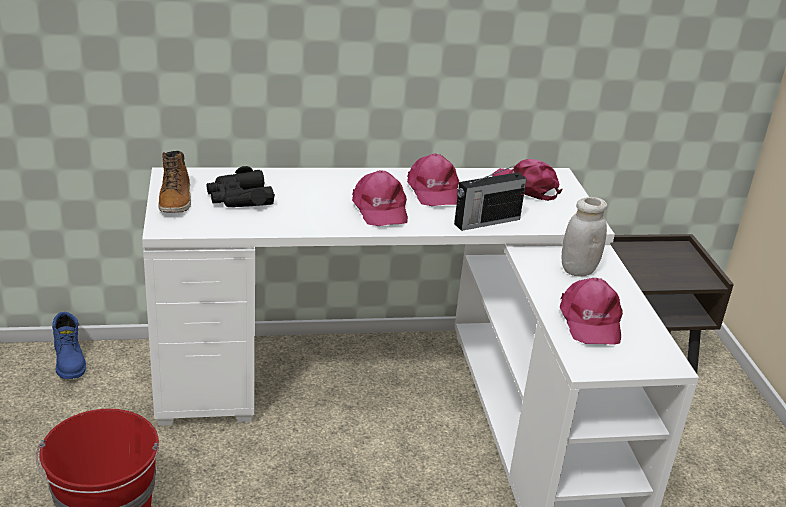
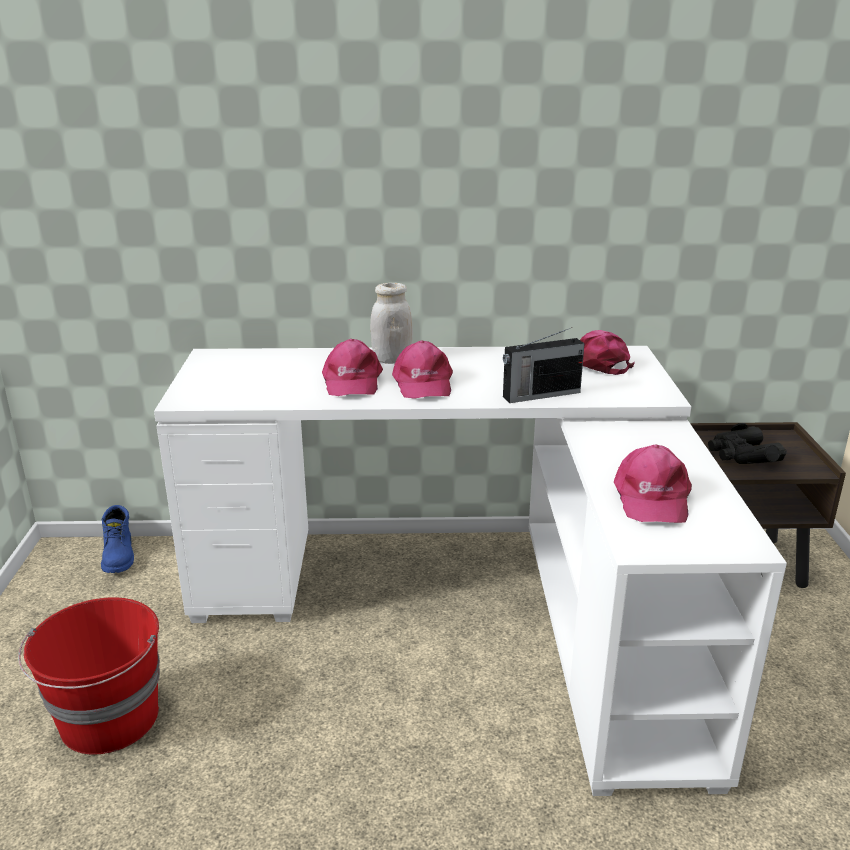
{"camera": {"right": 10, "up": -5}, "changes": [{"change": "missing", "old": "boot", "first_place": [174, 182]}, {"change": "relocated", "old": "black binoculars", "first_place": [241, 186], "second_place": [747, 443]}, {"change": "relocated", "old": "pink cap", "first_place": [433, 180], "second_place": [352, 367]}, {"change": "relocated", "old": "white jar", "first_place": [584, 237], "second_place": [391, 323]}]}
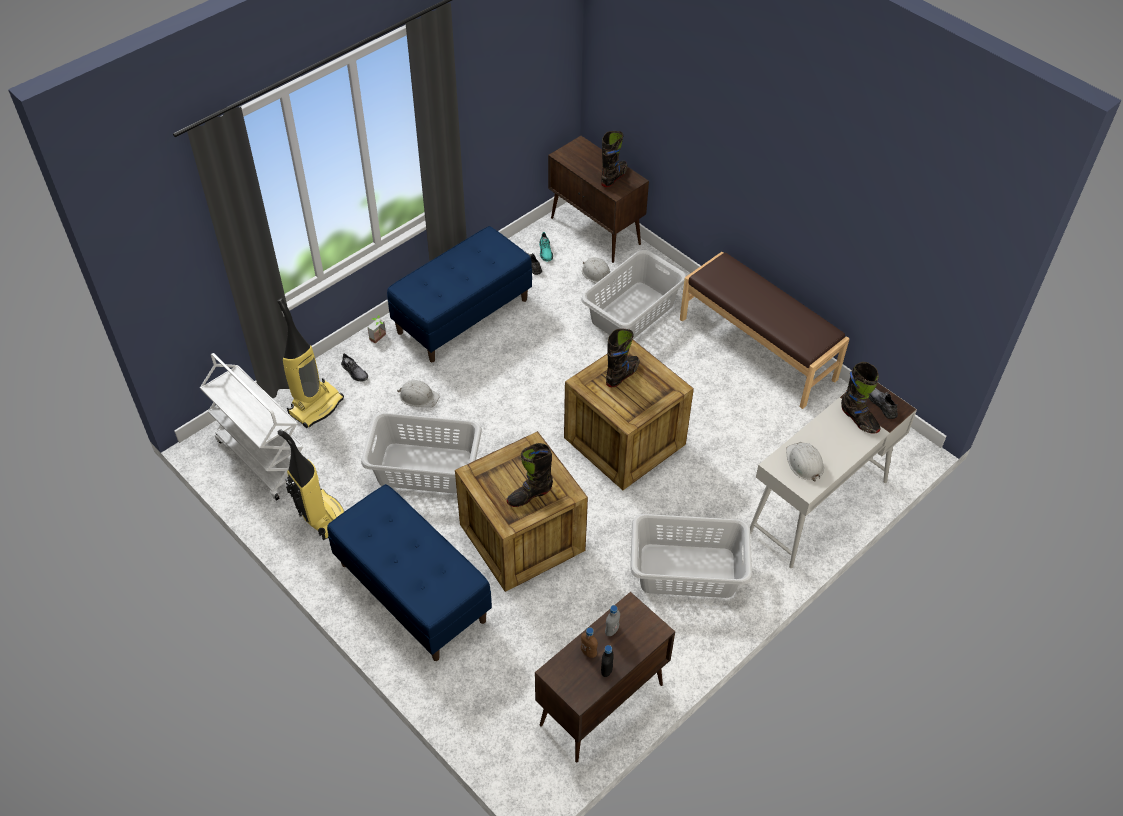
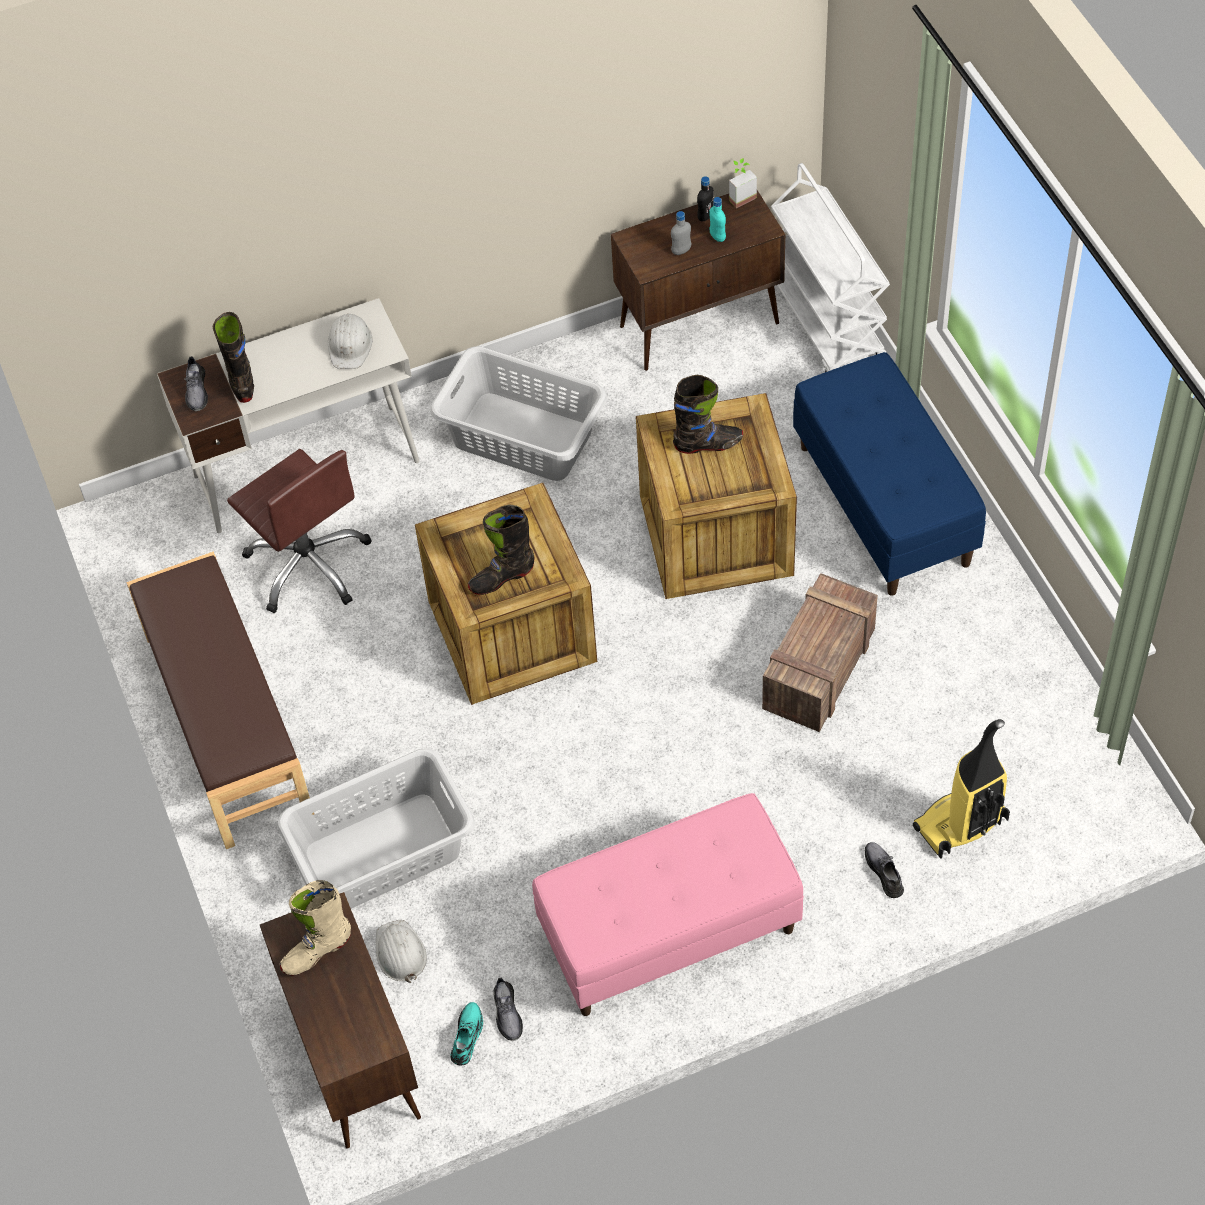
{"camera": {"right": -155, "up": 5}, "changes": [{"change": "relocated", "old": "white cart", "first_place": [251, 426], "second_place": [830, 267]}, {"change": "missing", "old": "vacuum cleaner", "first_place": [311, 485]}, {"change": "exchanged", "old": "grey laundry basket", "new": "crate", "first_place": [421, 453], "second_place": [820, 652]}, {"change": "relocated", "old": "potted plant", "first_place": [377, 329], "second_place": [743, 183]}, {"change": "colour", "old": "blue bench", "new": "pink bench", "first_place": [459, 294], "second_place": [668, 904]}, {"change": "missing", "old": "white hard hat", "first_place": [418, 393]}, {"change": "colour", "old": "brown bottle", "new": "turquoise bottle", "first_place": [589, 642], "second_place": [717, 219]}, {"change": "colour", "old": "black boot", "new": "beige boot", "first_place": [614, 159], "second_place": [315, 928]}, {"change": "appeared", "new": "brown office chair", "second_place": [299, 531]}]}
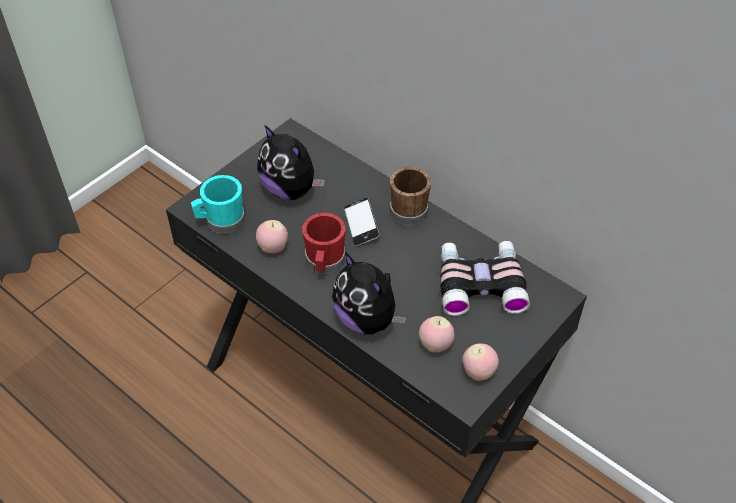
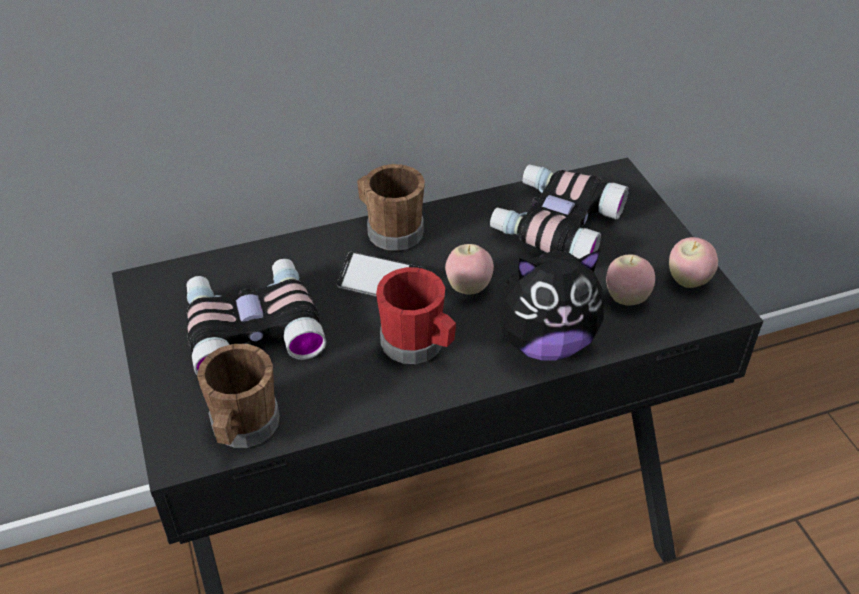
{"camera": {"right": -60, "up": -5}, "changes": [{"change": "colour", "old": "turquoise mug", "new": "brown mug", "first_place": [218, 204], "second_place": [238, 396]}, {"change": "relocated", "old": "apple", "first_place": [272, 236], "second_place": [469, 269]}, {"change": "exchanged", "old": "plush toy", "new": "binoculars", "first_place": [291, 162], "second_place": [256, 316]}]}
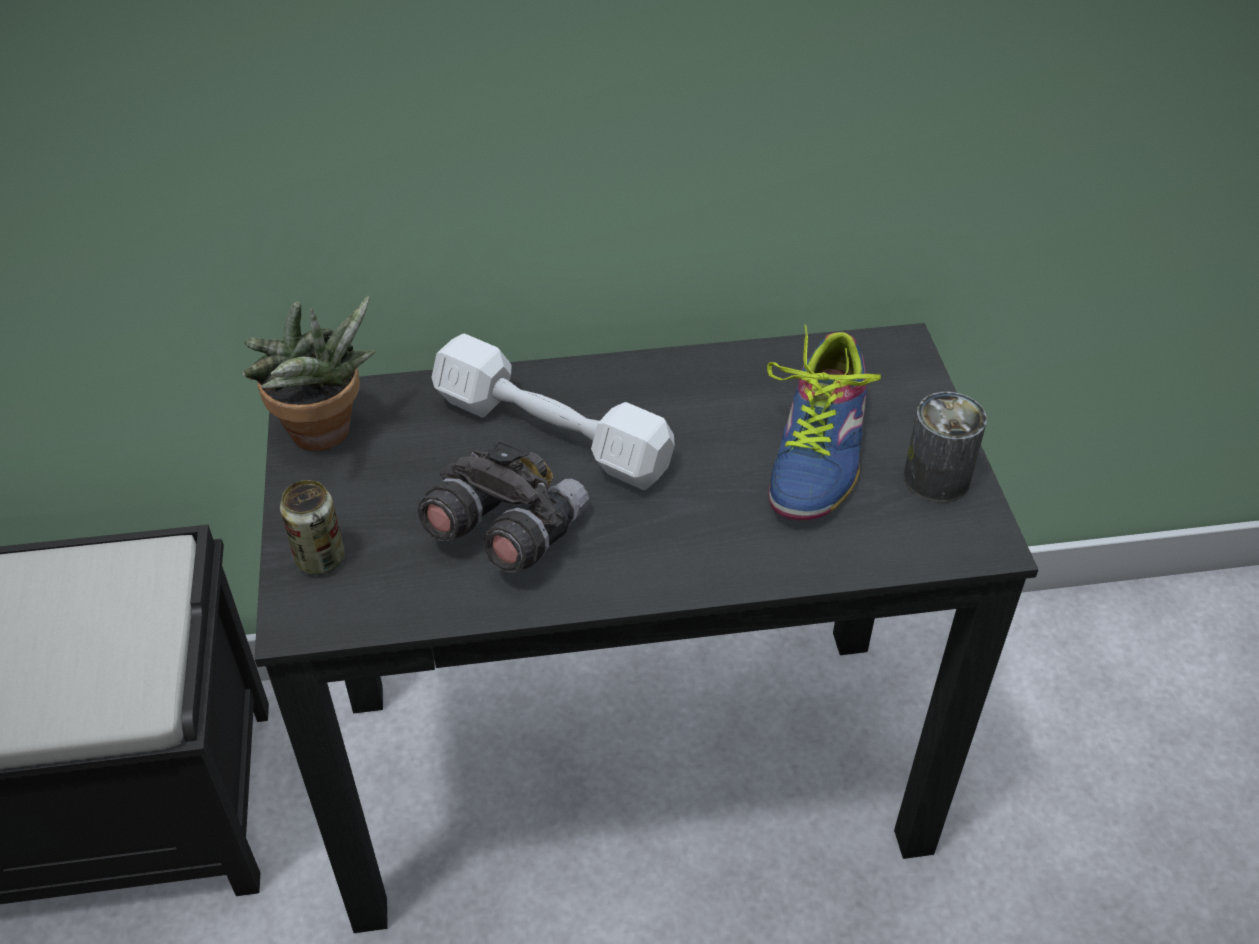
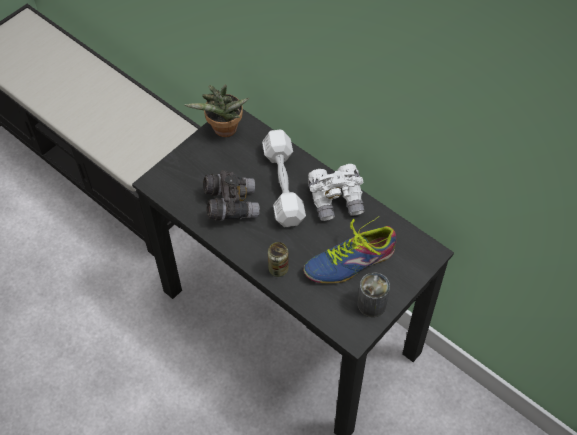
{"camera": {"right": 50, "up": 10}, "changes": [{"change": "relocated", "old": "can", "first_place": [312, 527], "second_place": [278, 259]}, {"change": "appeared", "new": "white binoculars", "second_place": [336, 192]}]}
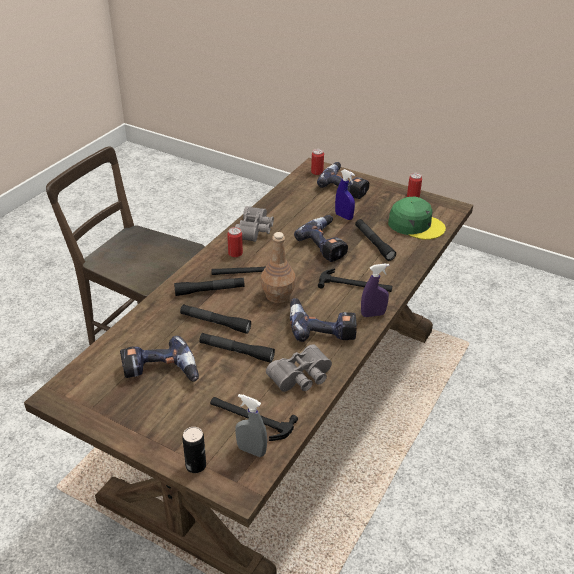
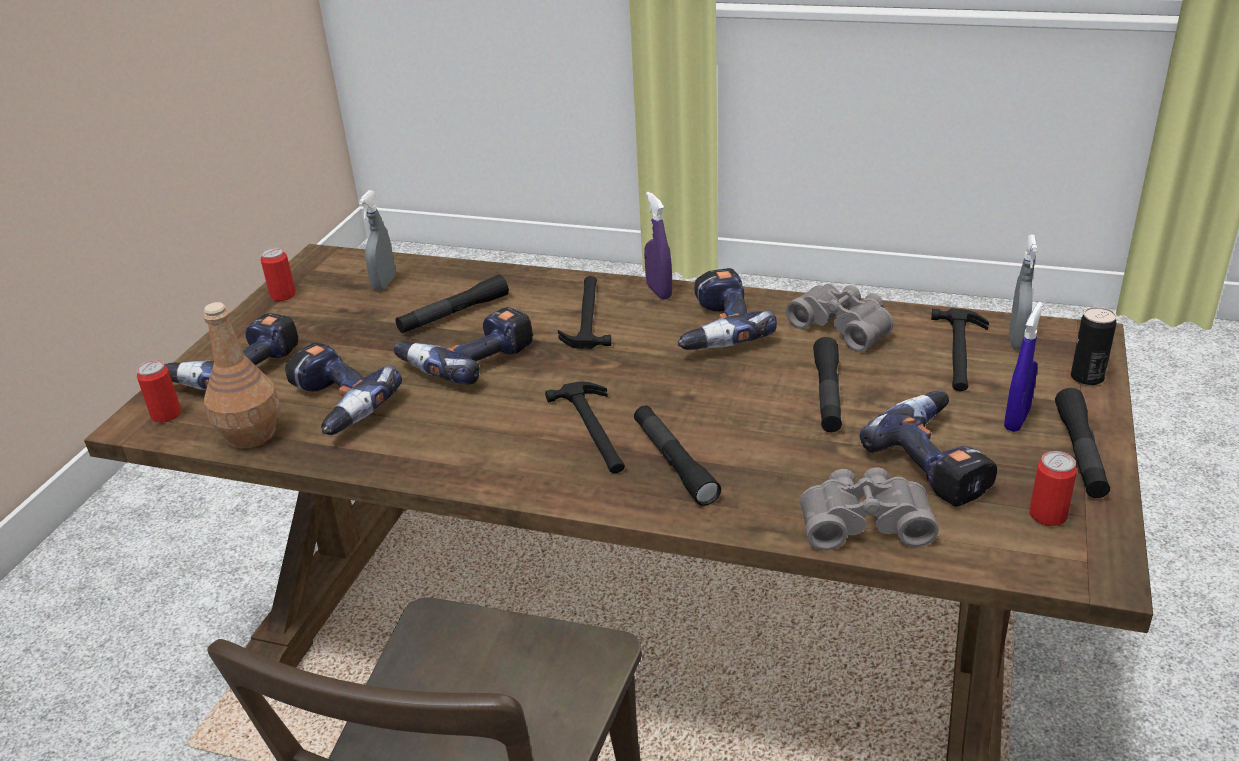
{"camera": {"right": -100, "up": -5}, "changes": [{"change": "relocated", "old": "black flashlight", "first_place": [215, 319], "second_place": [1082, 443]}, {"change": "relocated", "old": "can", "first_place": [235, 242], "second_place": [1053, 488]}, {"change": "relocated", "old": "grey binoculars", "first_place": [254, 224], "second_place": [869, 509]}, {"change": "relocated", "old": "brown bottle", "first_place": [278, 267], "second_place": [241, 375]}, {"change": "relocated", "old": "blue spray bottle", "first_place": [345, 194], "second_place": [1023, 367]}, {"change": "exchanged", "old": "green cap", "new": "grey spray bottle", "first_place": [417, 218], "second_place": [377, 240]}, {"change": "appeared", "new": "power drill", "second_place": [343, 388]}]}
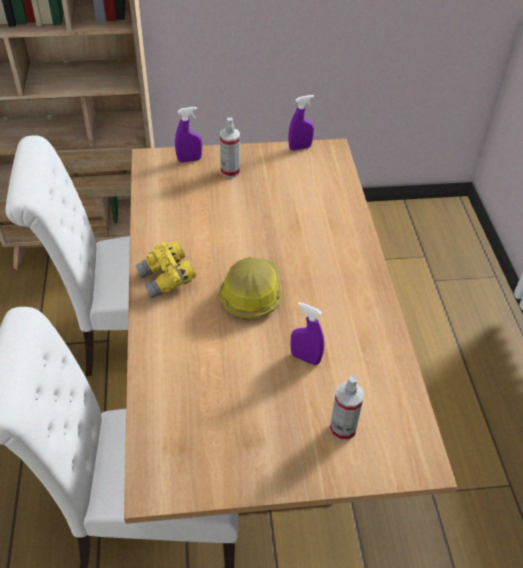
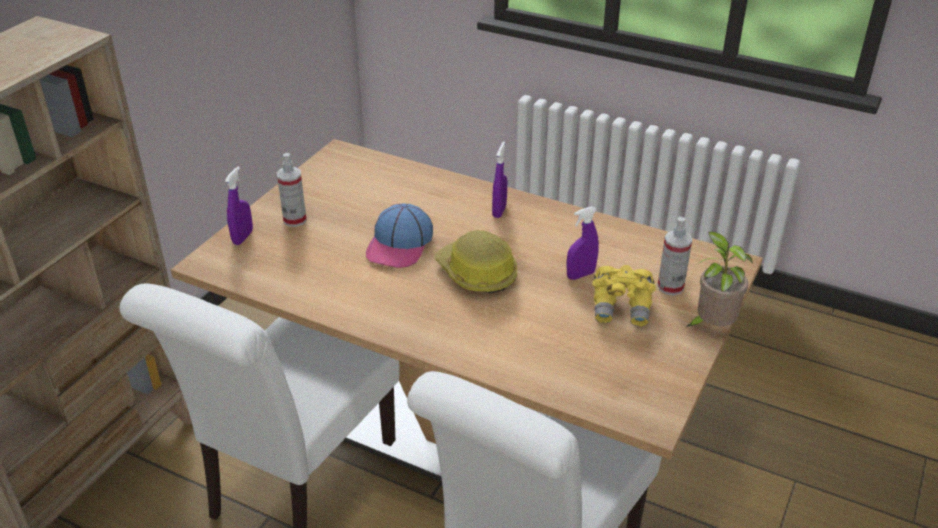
{"camera": {"right": -55, "up": -10}, "changes": [{"change": "relocated", "old": "yellow binoculars", "first_place": [165, 269], "second_place": [624, 295]}, {"change": "relocated", "old": "purple spray bottle", "first_place": [301, 122], "second_place": [499, 179]}, {"change": "appeared", "new": "cap", "second_place": [399, 235]}, {"change": "appeared", "new": "potted plant", "second_place": [719, 279]}]}
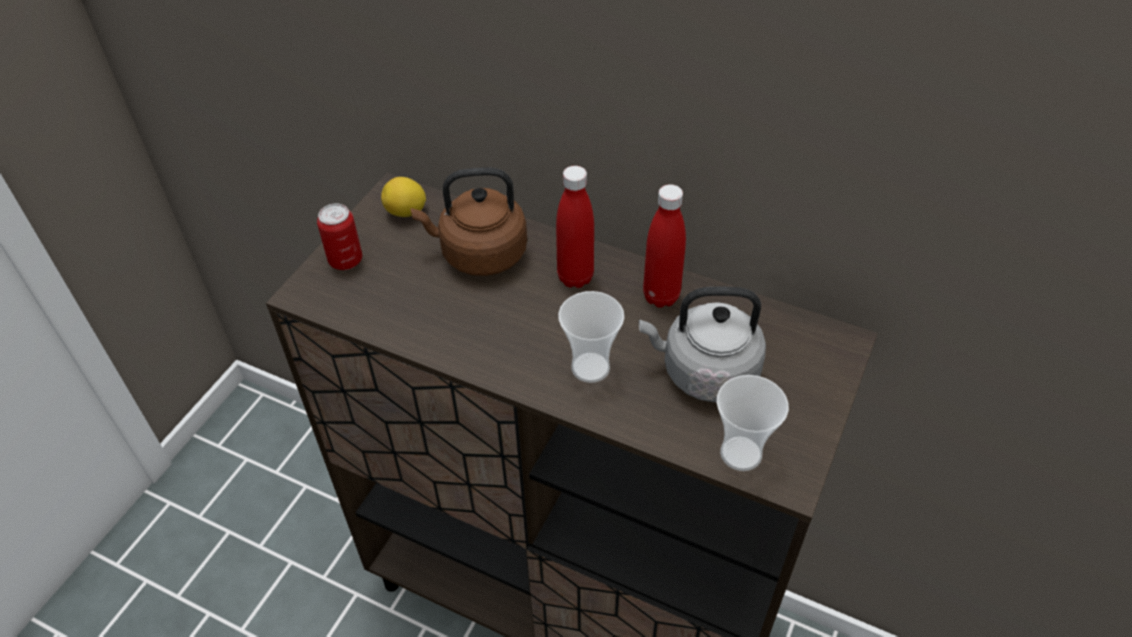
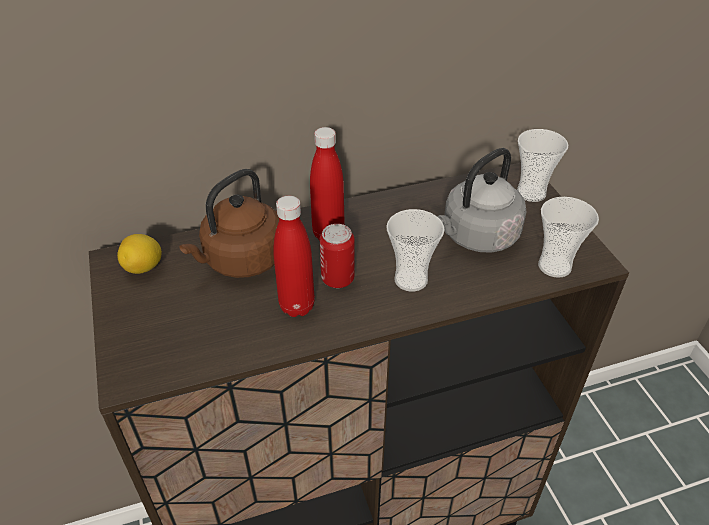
{"camera": {"right": -45, "up": -5}, "changes": [{"change": "relocated", "old": "can", "first_place": [339, 236], "second_place": [337, 256]}, {"change": "relocated", "old": "red bottle", "first_place": [664, 246], "second_place": [294, 256]}, {"change": "appeared", "new": "cup", "second_place": [542, 165]}]}
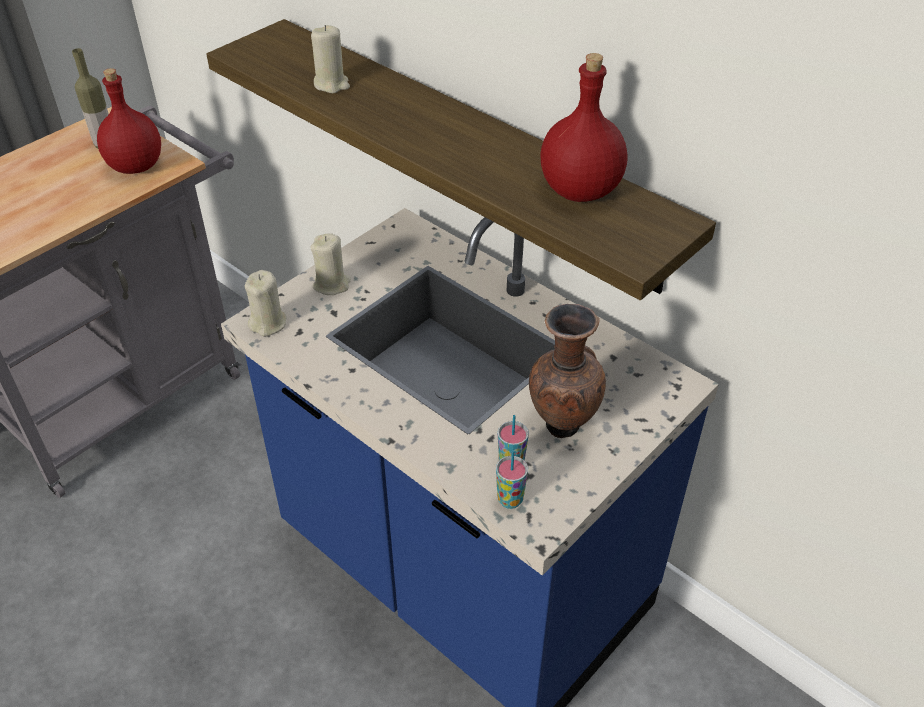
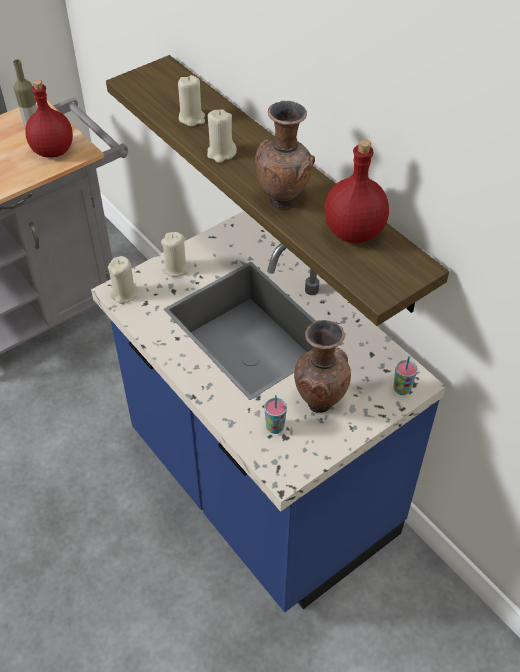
{"camera": {"right": 10, "up": 5}, "changes": [{"change": "relocated", "old": "cup", "first_place": [512, 479], "second_place": [406, 375]}, {"change": "appeared", "new": "beige candle", "second_place": [222, 136]}, {"change": "appeared", "new": "brown vase", "second_place": [285, 154]}]}
